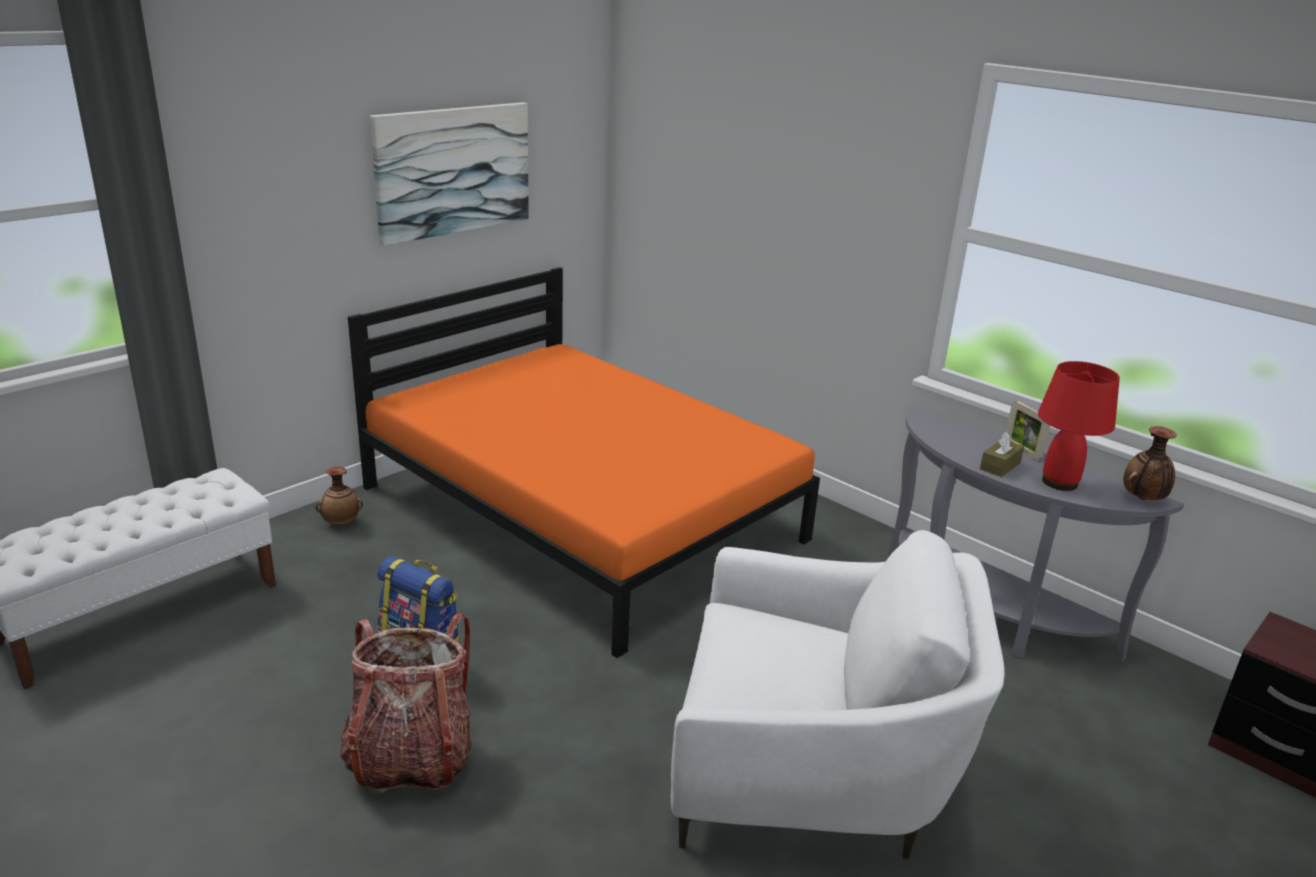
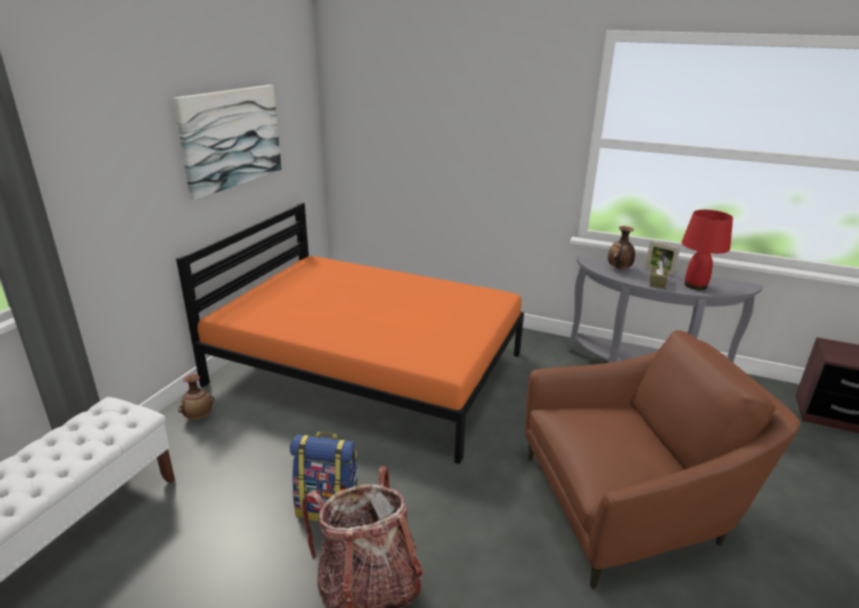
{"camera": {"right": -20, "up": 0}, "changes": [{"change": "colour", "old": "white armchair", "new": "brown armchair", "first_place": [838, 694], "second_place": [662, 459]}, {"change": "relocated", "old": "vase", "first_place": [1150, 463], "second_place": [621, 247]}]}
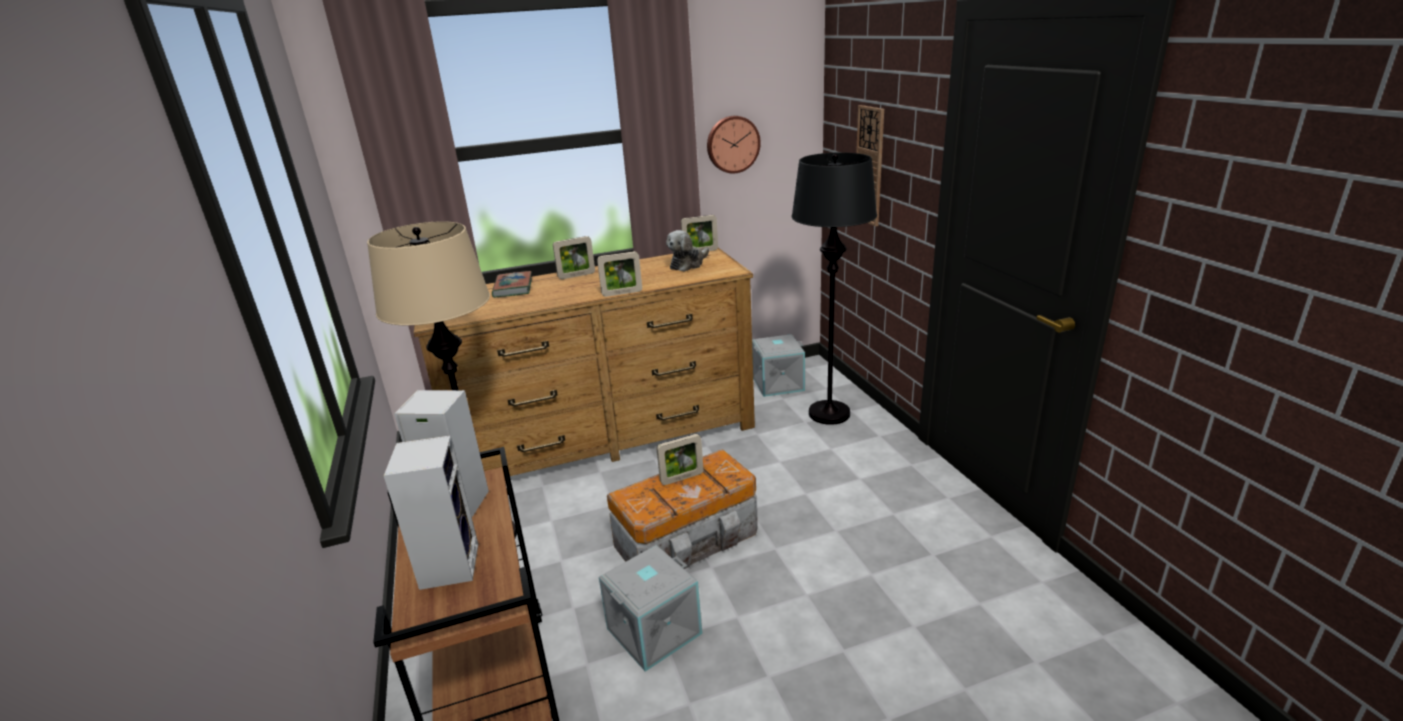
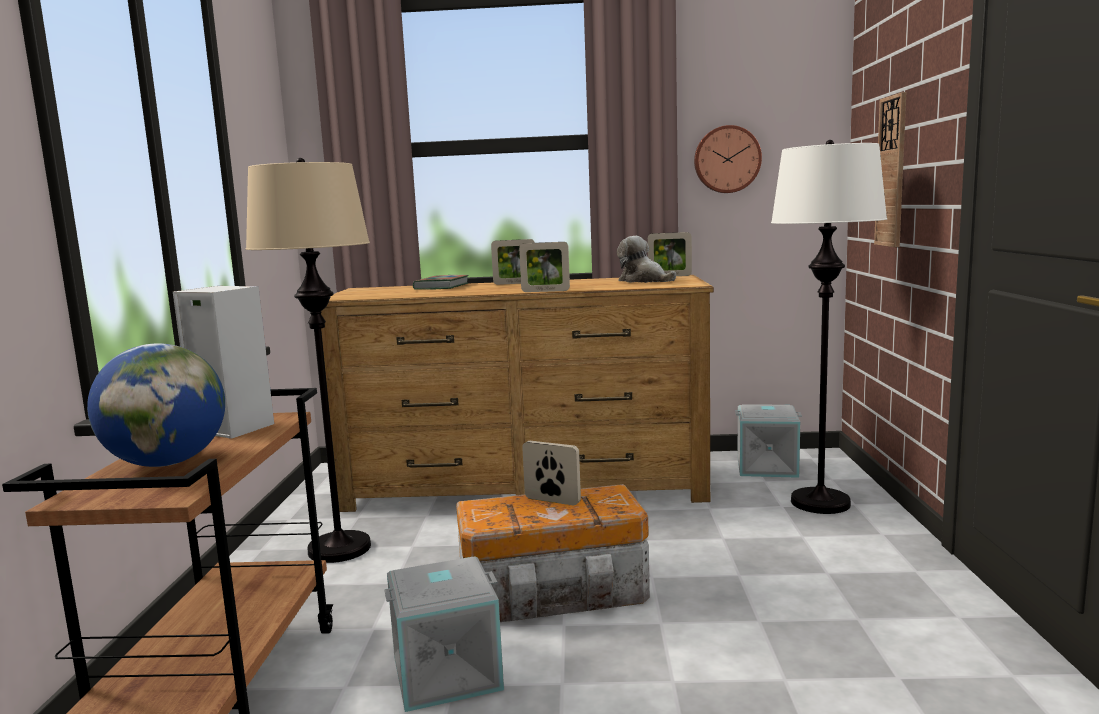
{"camera": {"right": 20, "up": -15}, "changes": [{"change": "exchanged", "old": "speaker", "new": "globe", "first_place": [431, 512], "second_place": [156, 405]}, {"change": "spun", "old": "picture frame", "first_place": [680, 459], "second_place": [551, 473], "degrees": -150}, {"change": "spun", "old": "plush toy", "first_place": [687, 251], "second_place": [647, 259], "degrees": 75}, {"change": "colour", "old": "black floor lamp", "new": "white floor lamp", "first_place": [834, 288], "second_place": [829, 327]}]}
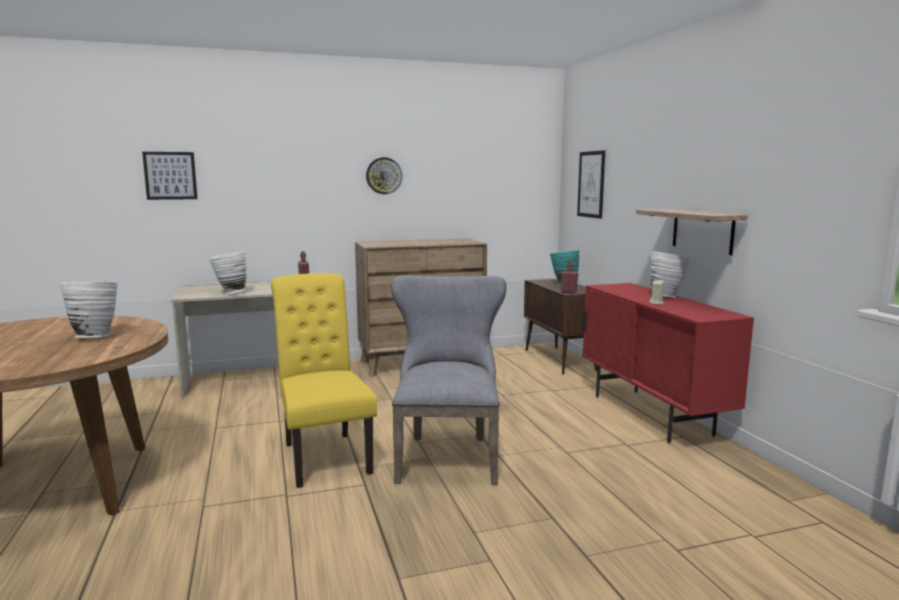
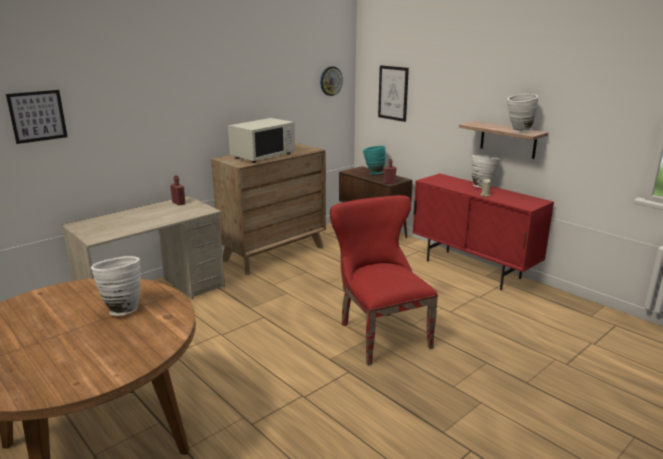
{"camera": {"right": -25, "up": 10}, "changes": [{"change": "relocated", "old": "white vase", "first_place": [228, 272], "second_place": [522, 113]}, {"change": "missing", "old": "yellow chair", "first_place": [324, 380]}, {"change": "relocated", "old": "wall clock", "first_place": [384, 175], "second_place": [331, 81]}, {"change": "colour", "old": "grey chair", "new": "red chair", "first_place": [448, 380], "second_place": [384, 280]}, {"change": "appeared", "new": "white microwave", "second_place": [261, 140]}]}
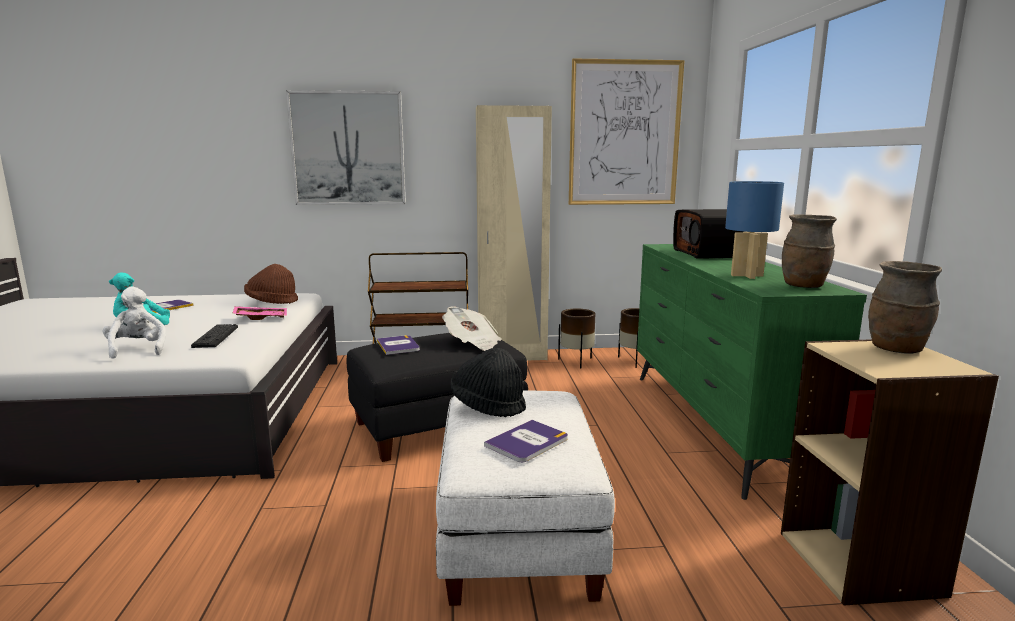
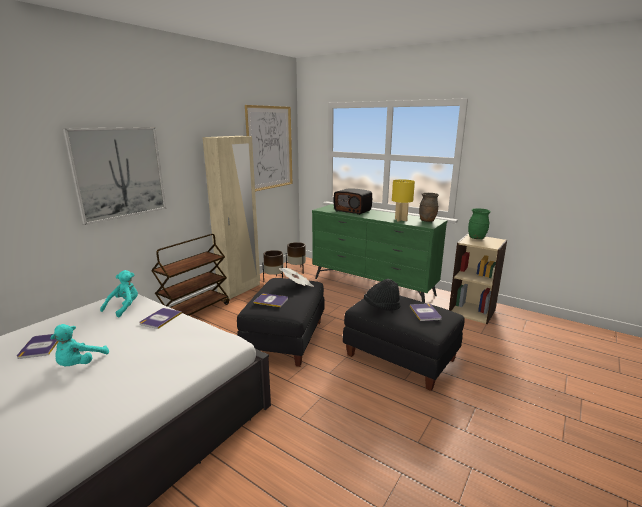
{"camera": {"right": -50, "up": 5}, "changes": [{"change": "missing", "old": "white plush toy", "first_place": [134, 322]}, {"change": "missing", "old": "keyboard", "first_place": [214, 336]}, {"change": "exchanged", "old": "pink tray", "new": "book", "first_place": [259, 313], "second_place": [160, 318]}, {"change": "exchanged", "old": "brown hat", "new": "turquoise plush toy", "first_place": [271, 284], "second_place": [119, 294]}, {"change": "colour", "old": "white ottoman", "new": "black ottoman", "first_place": [525, 498], "second_place": [404, 343]}, {"change": "colour", "old": "blue table lamp", "new": "yellow table lamp", "first_place": [754, 230], "second_place": [403, 200]}, {"change": "colour", "old": "brown vase", "new": "green vase", "first_place": [905, 307], "second_place": [479, 223]}]}
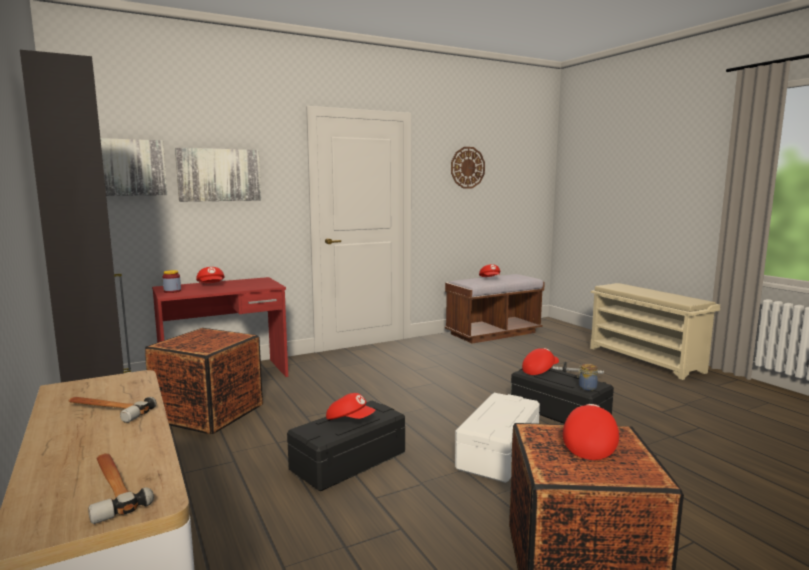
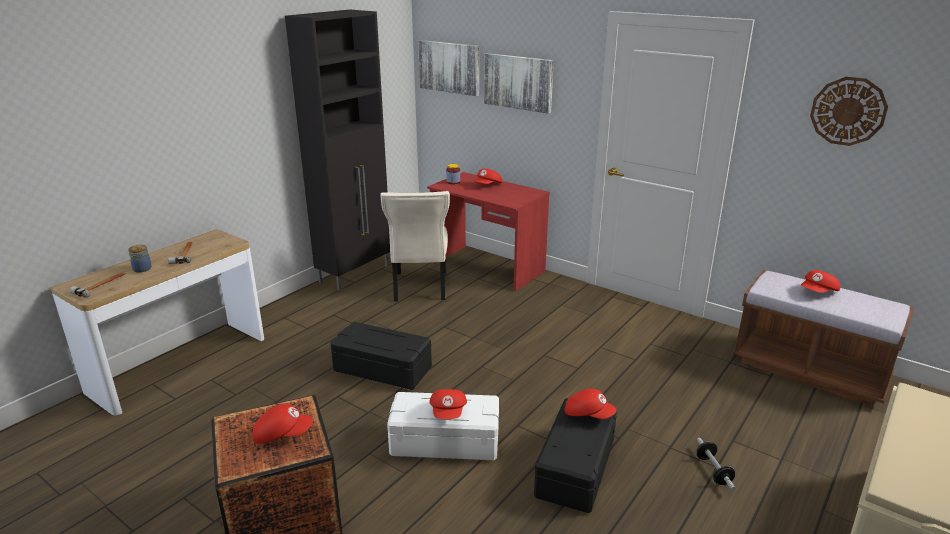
{"camera": {"right": 65, "up": 15}, "changes": [{"change": "exchanged", "old": "crate", "new": "beige chair", "first_place": [204, 381], "second_place": [415, 246]}, {"change": "relocated", "old": "red cap", "first_place": [350, 406], "second_place": [448, 404]}, {"change": "relocated", "old": "jar", "first_place": [588, 377], "second_place": [140, 259]}]}
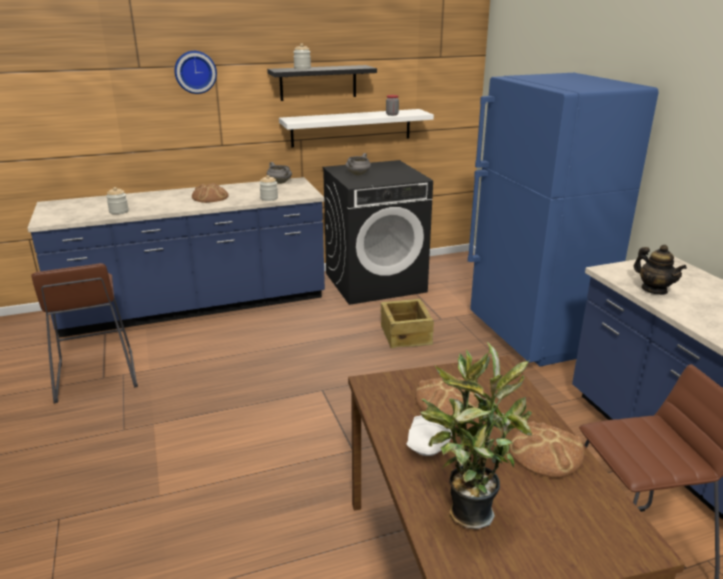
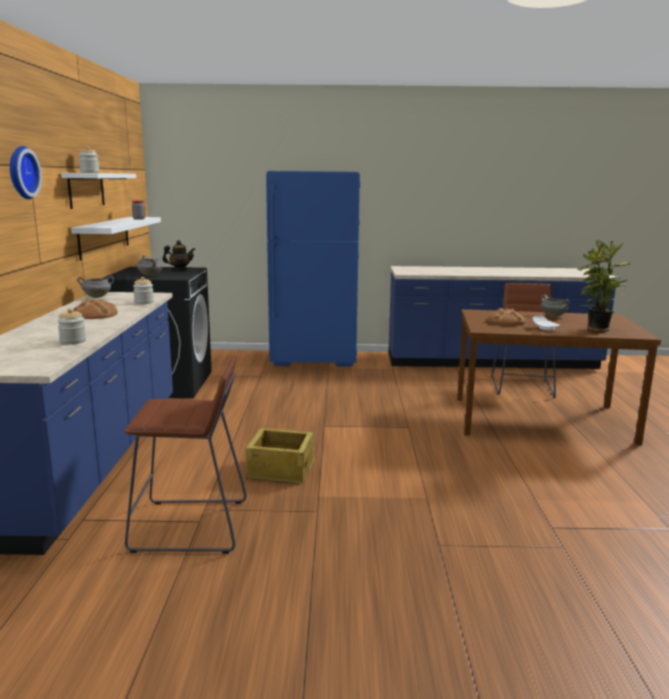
{"camera": {"right": -70, "up": -10}, "changes": [{"change": "colour", "old": "black shelf", "new": "white shelf", "first_place": [322, 83], "second_place": [98, 191]}, {"change": "relocated", "old": "crate", "first_place": [407, 323], "second_place": [280, 455]}, {"change": "exchanged", "old": "bread", "new": "grey cooking pot", "first_place": [546, 449], "second_place": [555, 306]}, {"change": "relocated", "old": "teapot", "first_place": [660, 270], "second_place": [179, 255]}]}
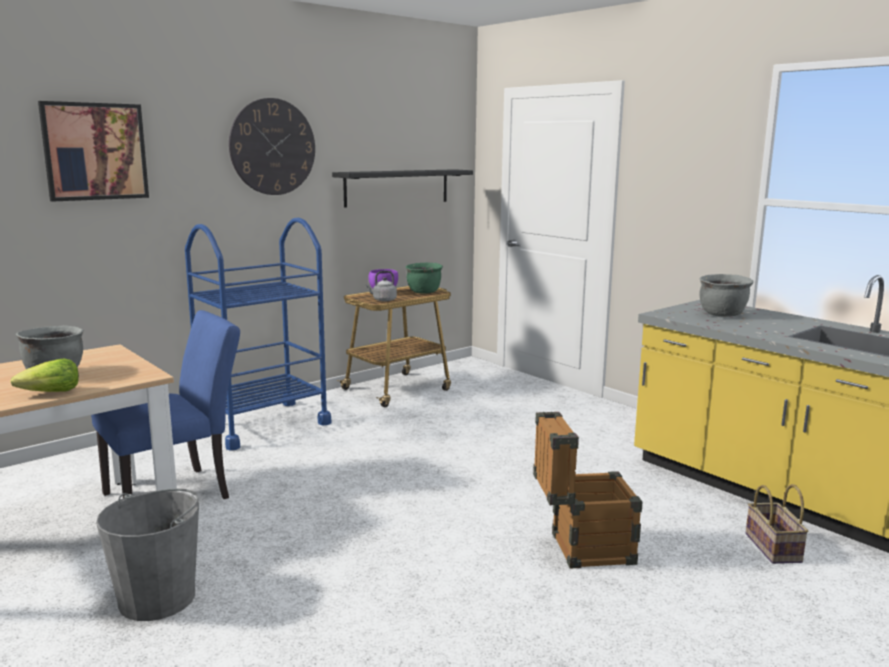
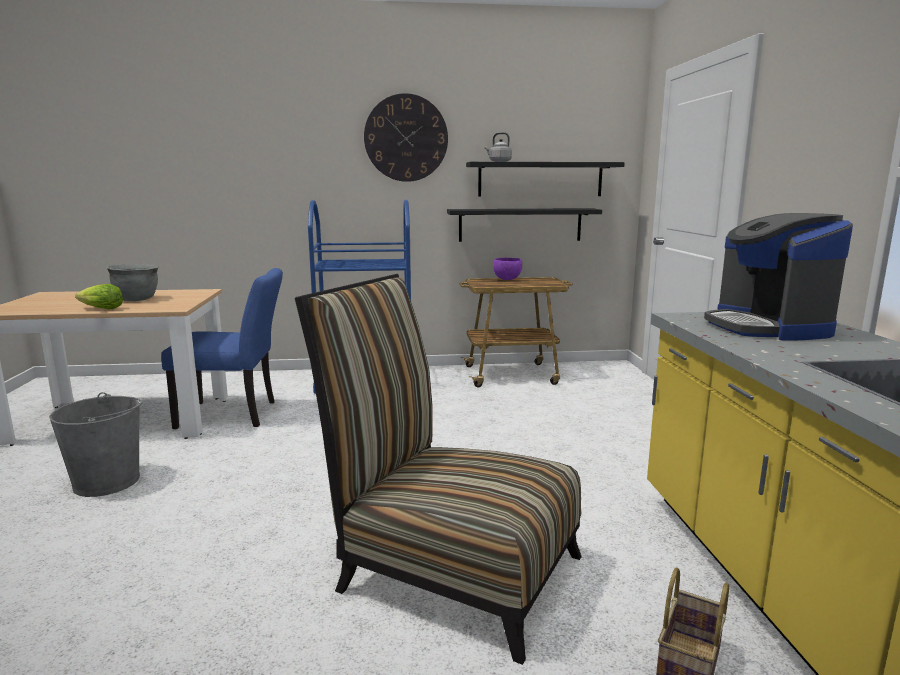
{"camera": {"right": 35, "up": 0}, "changes": [{"change": "missing", "old": "picture", "first_place": [93, 151]}, {"change": "relocated", "old": "grey kettle", "first_place": [381, 286], "second_place": [498, 147]}, {"change": "missing", "old": "green cooking pot", "first_place": [424, 278]}, {"change": "exchanged", "old": "crate", "new": "chair", "first_place": [587, 490], "second_place": [438, 469]}, {"change": "exchanged", "old": "grey cooking pot", "new": "coffee machine", "first_place": [726, 295], "second_place": [778, 277]}, {"change": "appeared", "new": "black shelf", "second_place": [524, 225]}]}
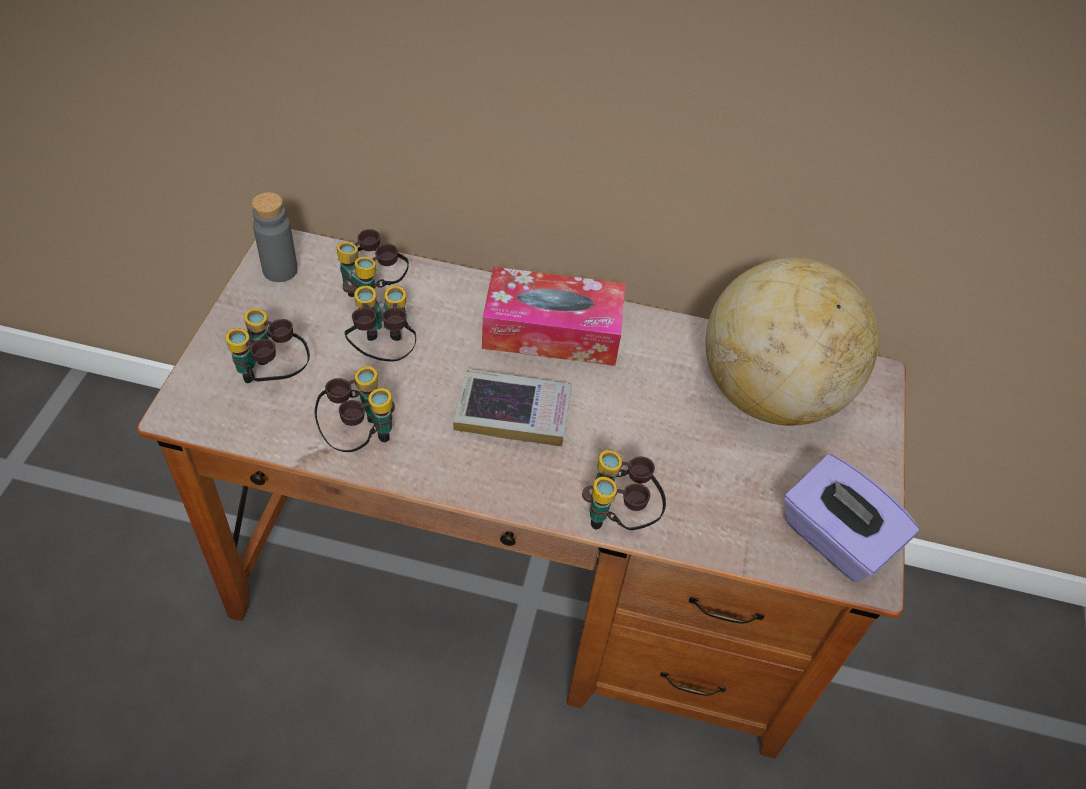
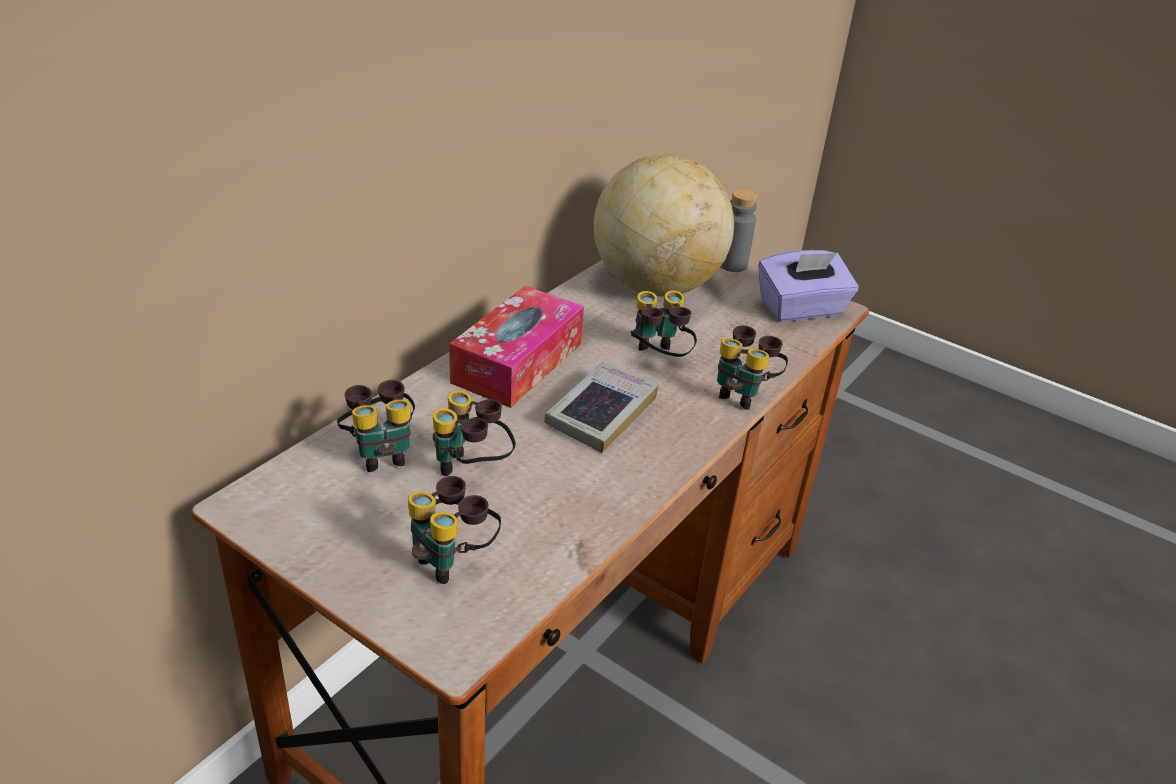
{"camera": {"right": -65, "up": -15}, "changes": [{"change": "relocated", "old": "grey bottle", "first_place": [275, 237], "second_place": [739, 230]}, {"change": "relocated", "old": "binoculars", "first_place": [355, 409], "second_place": [664, 323]}]}
